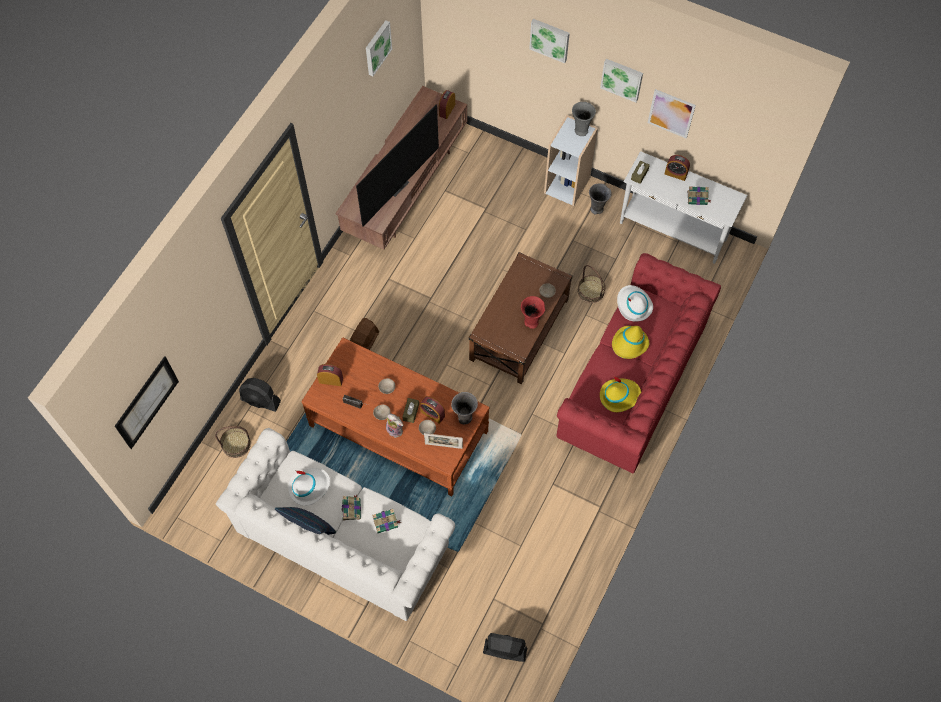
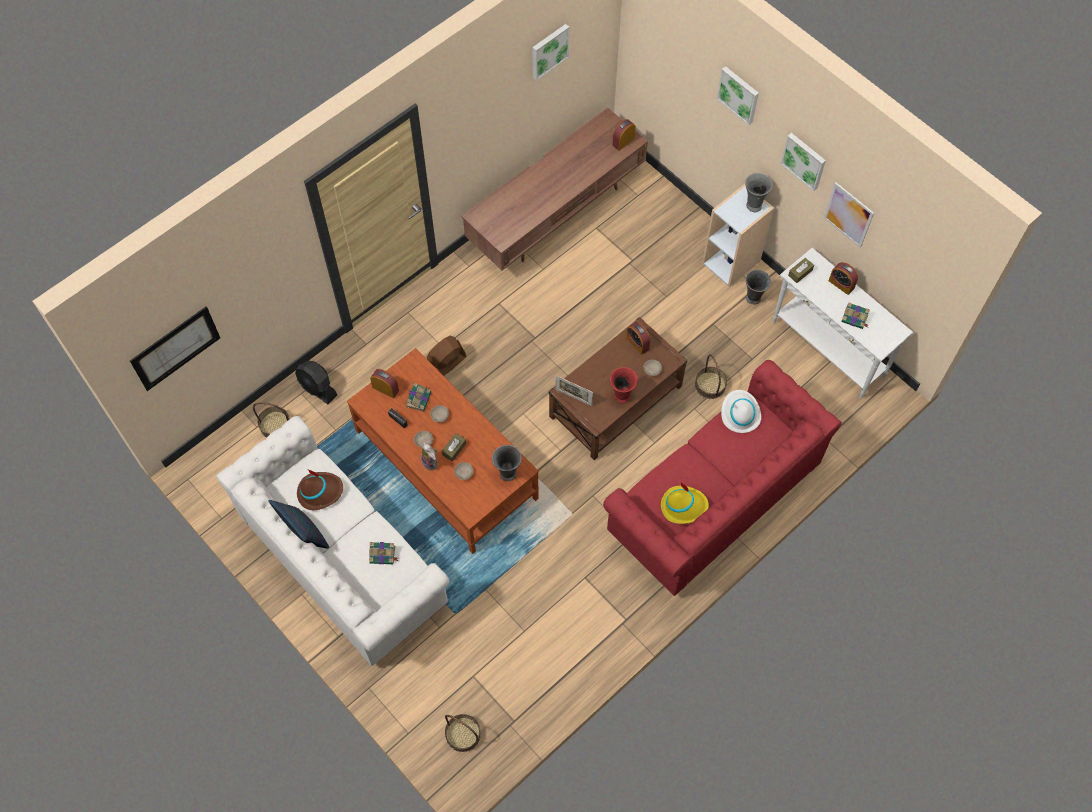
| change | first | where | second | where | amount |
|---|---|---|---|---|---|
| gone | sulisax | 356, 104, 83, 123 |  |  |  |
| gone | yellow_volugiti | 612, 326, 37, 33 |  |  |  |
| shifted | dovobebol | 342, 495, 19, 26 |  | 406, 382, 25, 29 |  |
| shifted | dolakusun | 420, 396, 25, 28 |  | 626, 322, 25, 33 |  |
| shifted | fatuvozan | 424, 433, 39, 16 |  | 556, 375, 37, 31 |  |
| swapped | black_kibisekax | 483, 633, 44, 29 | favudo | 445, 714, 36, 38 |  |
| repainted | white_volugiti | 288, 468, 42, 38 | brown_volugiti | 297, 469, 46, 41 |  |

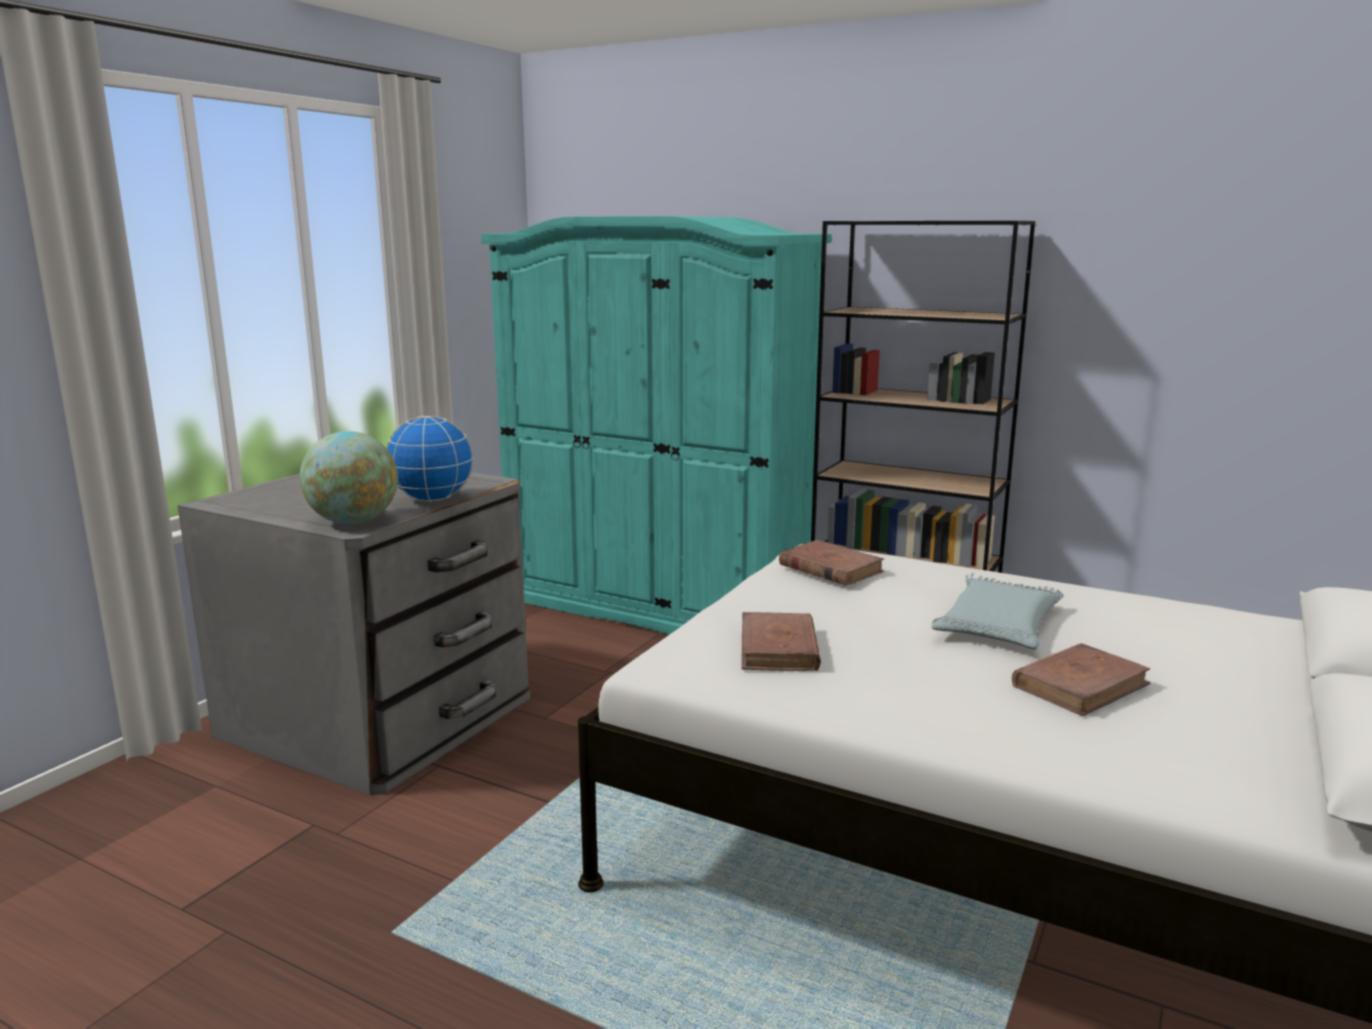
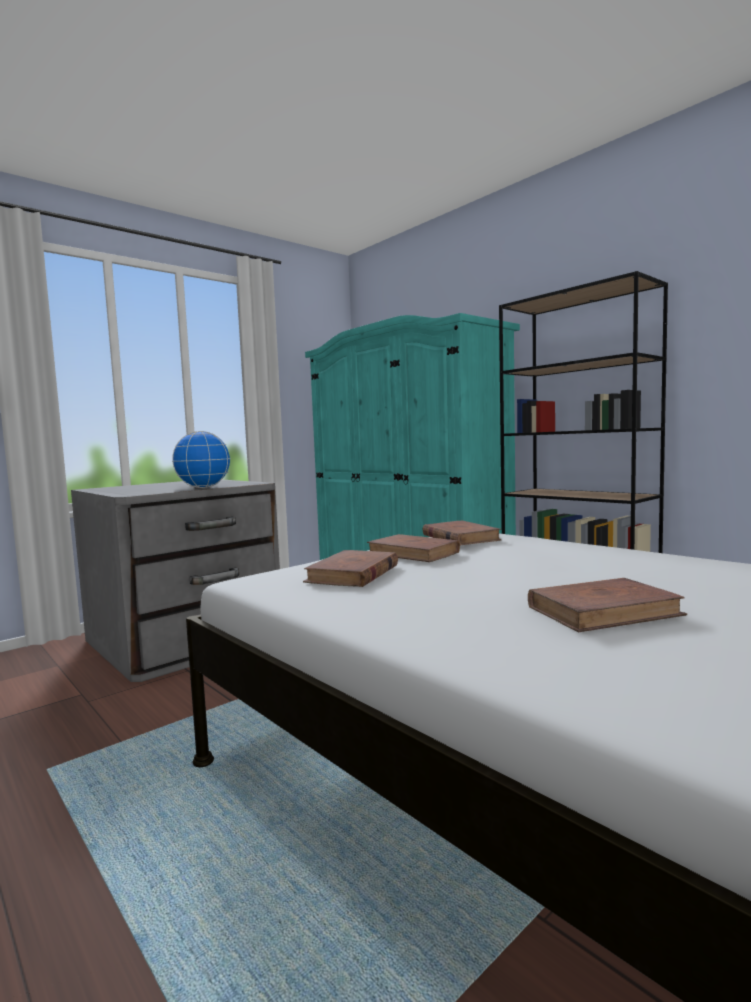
| change | first | where | second | where | amount |
|---|---|---|---|---|---|
| gone | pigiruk | 300, 431, 98, 93 |  |  |  |
| gone | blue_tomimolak | 931, 573, 133, 77 |  |  |  |
| new |  |  | brown_dovobebol | 367, 534, 93, 28 |  |

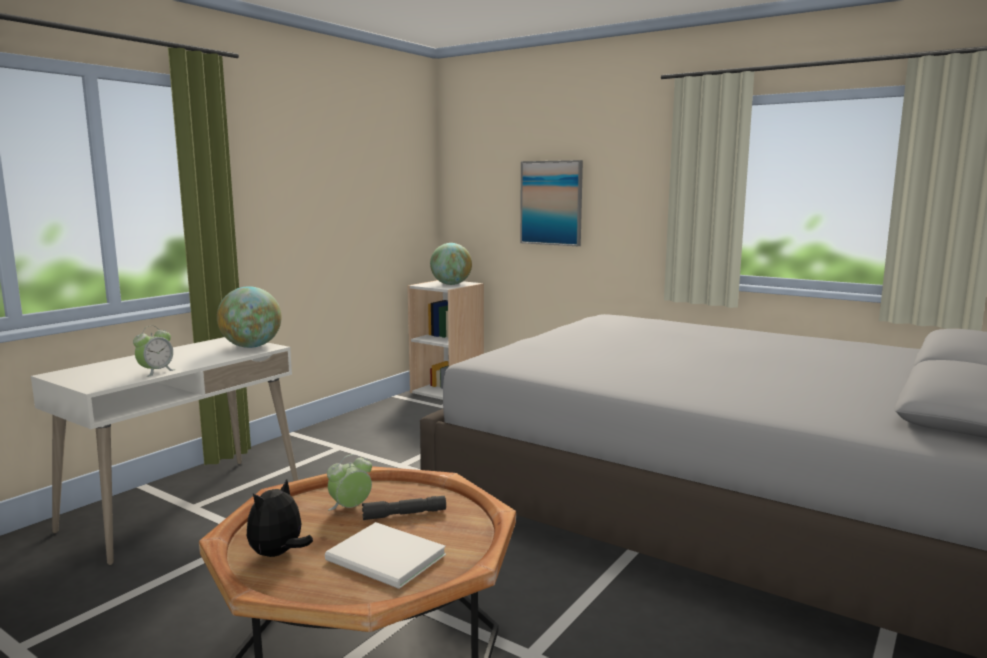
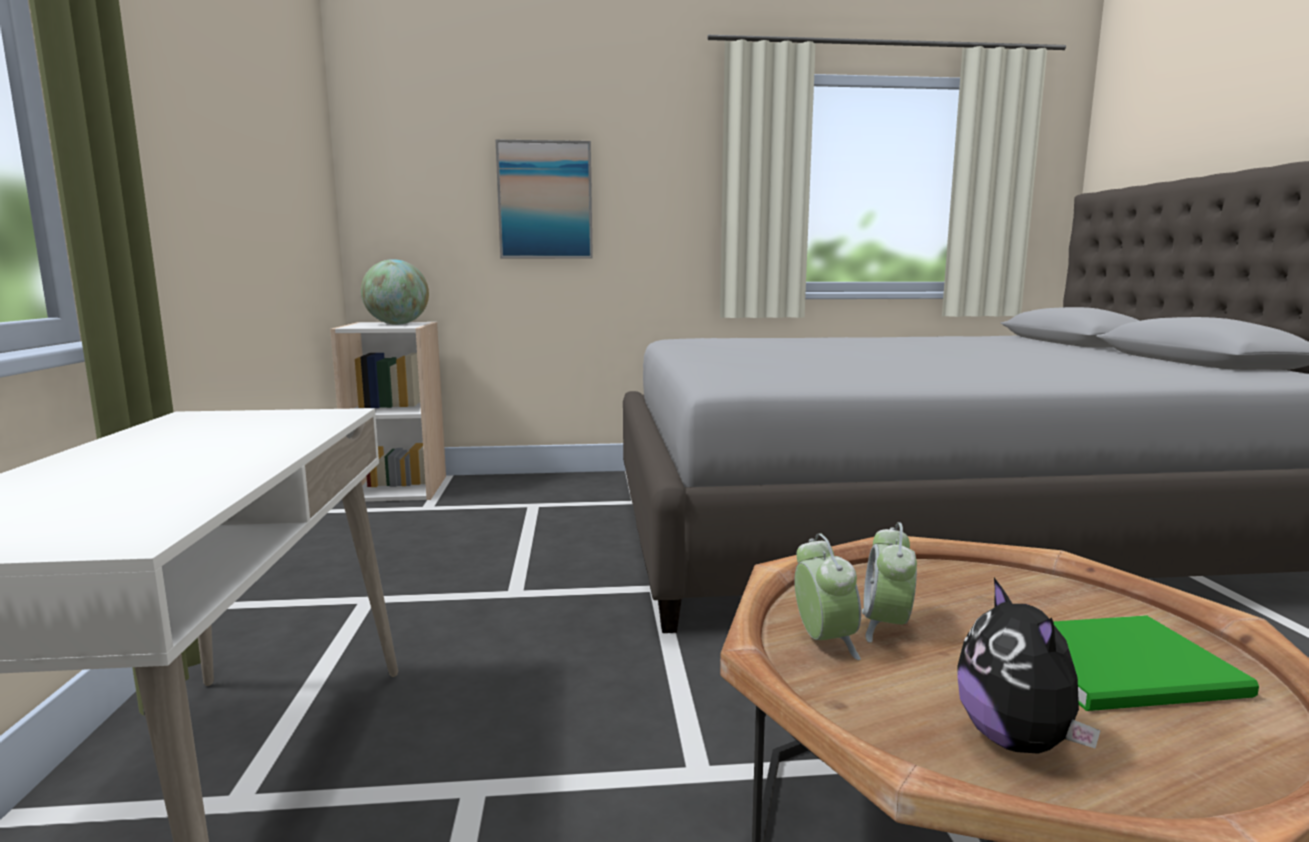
| change | first | where | second | where | amount |
|---|---|---|---|---|---|
| gone | pigiruk | 217, 286, 65, 62 |  |  |  |
| gone | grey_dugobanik | 362, 496, 84, 24 |  |  |  |
| shifted | dolakusun | 133, 326, 43, 51 |  | 794, 533, 67, 127 |  |
| repainted | white_dovobebol | 325, 522, 121, 67 | green_dovobebol | 1053, 615, 206, 96 |  |

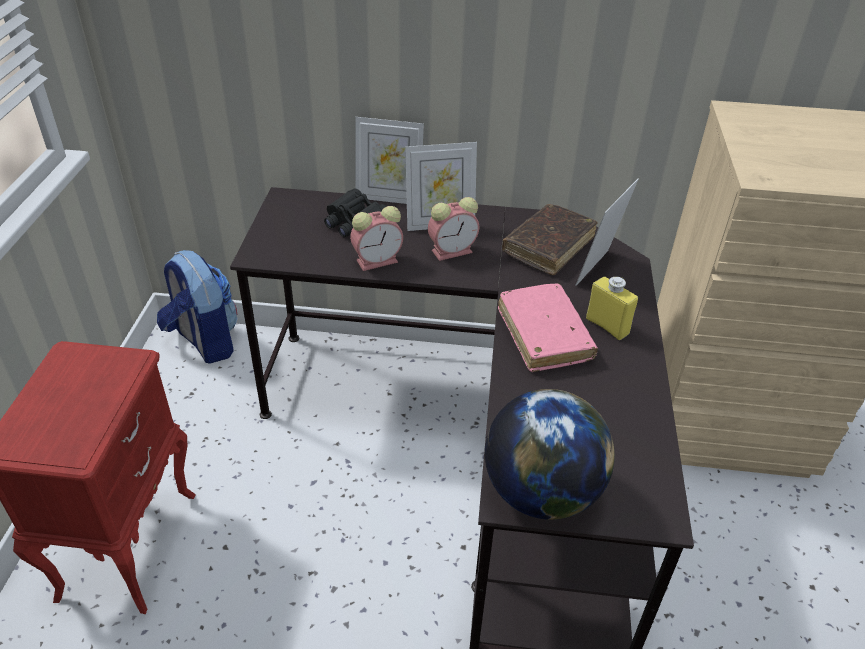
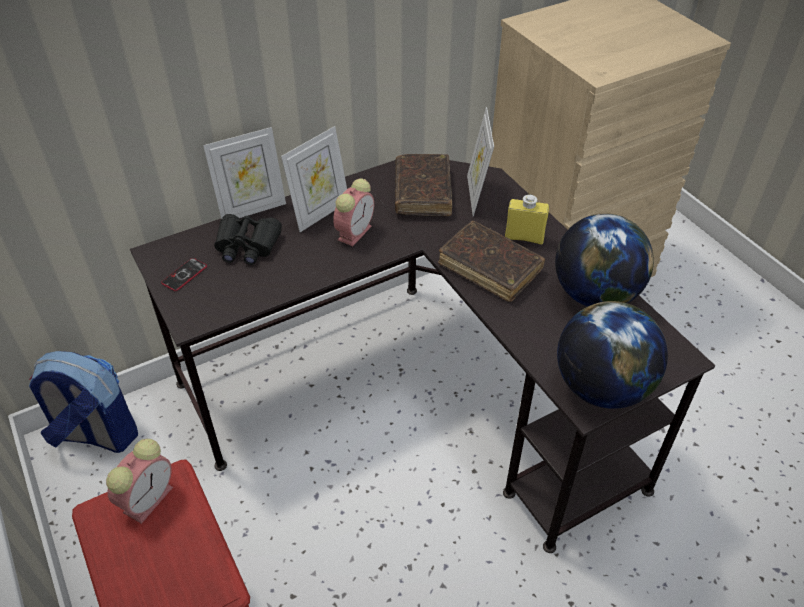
| change | first | where | second | where | amount |
|---|---|---|---|---|---|
| new |  |  | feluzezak | 161, 258, 46, 33 |  |
| new |  |  | pigiruk | 555, 213, 99, 94 |  |
| shifted | dolakusun | 350, 206, 53, 65 |  | 106, 439, 67, 85 |  |
| repainted | pink_dovobebol | 498, 283, 100, 89 | brown_dovobebol | 438, 221, 107, 81 |  |

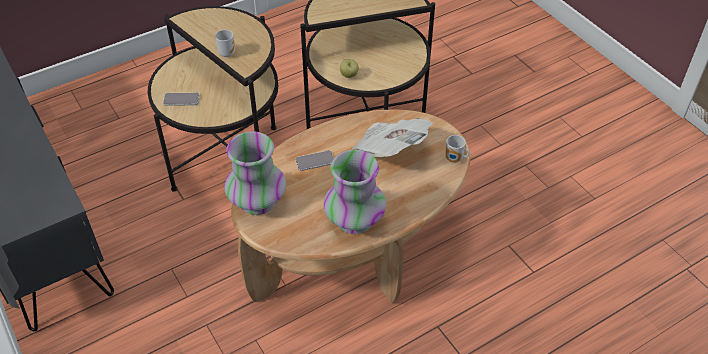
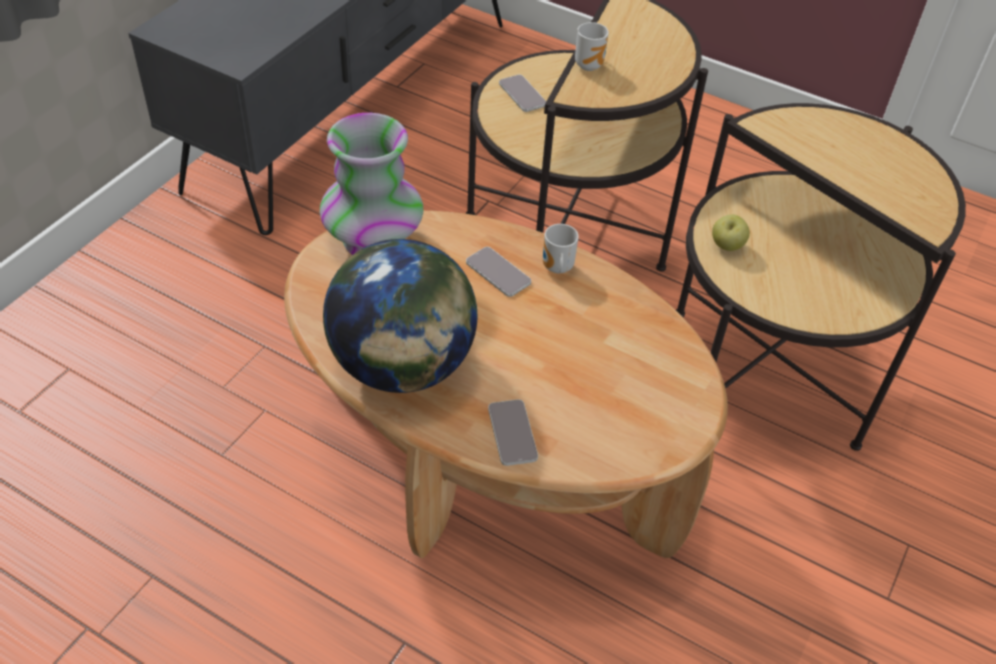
| change | first | where | second | where | amount |
|---|---|---|---|---|---|
| gone | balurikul | 352, 118, 81, 39 |  |  |  |
| new |  |  | feluzezak | 488, 399, 50, 67 |  |
| shifted | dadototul | 445, 135, 24, 28 |  | 543, 224, 36, 49 |  |
| swapped | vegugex | 323, 150, 63, 84 | pigiruk | 323, 239, 154, 154 |  |

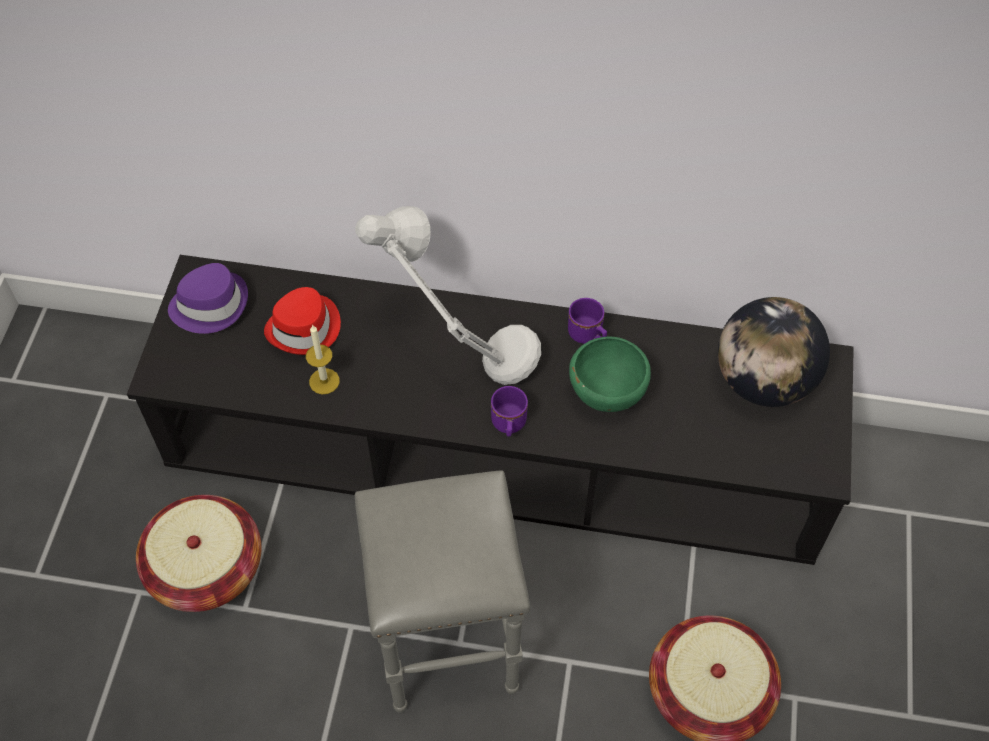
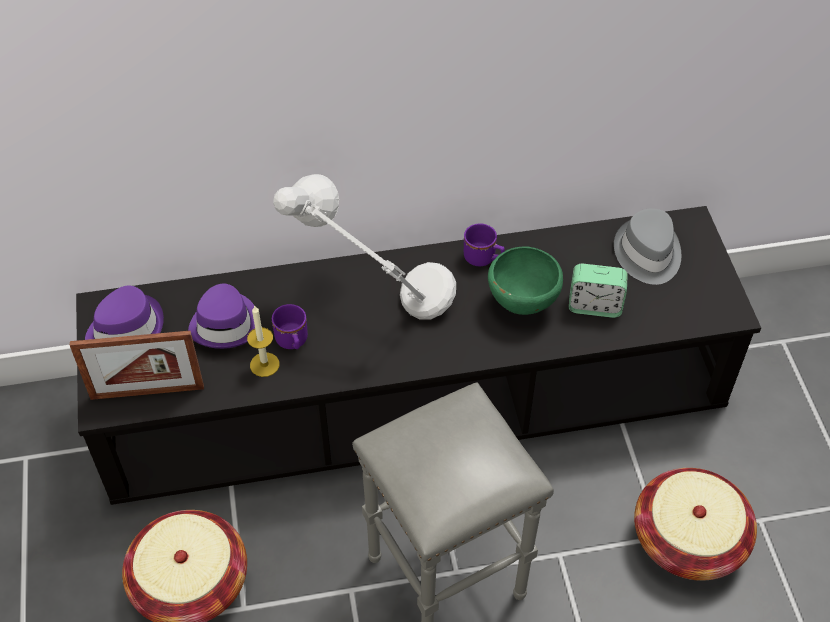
| change | first | where | second | where | amount |
|---|---|---|---|---|---|
| new |  |  | fatuvozan | 70, 331, 134, 69 |  |
| new |  |  | dolakusun | 569, 264, 59, 54 |  |
| shifted | purple_dadototul | 491, 386, 37, 50 |  | 272, 304, 36, 45 |  |
| swapped | pigiruk | 718, 297, 112, 110 | grey_volugiti | 614, 209, 67, 76 |  |
| repainted | red_volugiti | 264, 287, 77, 68 | purple_volugiti | 188, 284, 67, 65 |  |

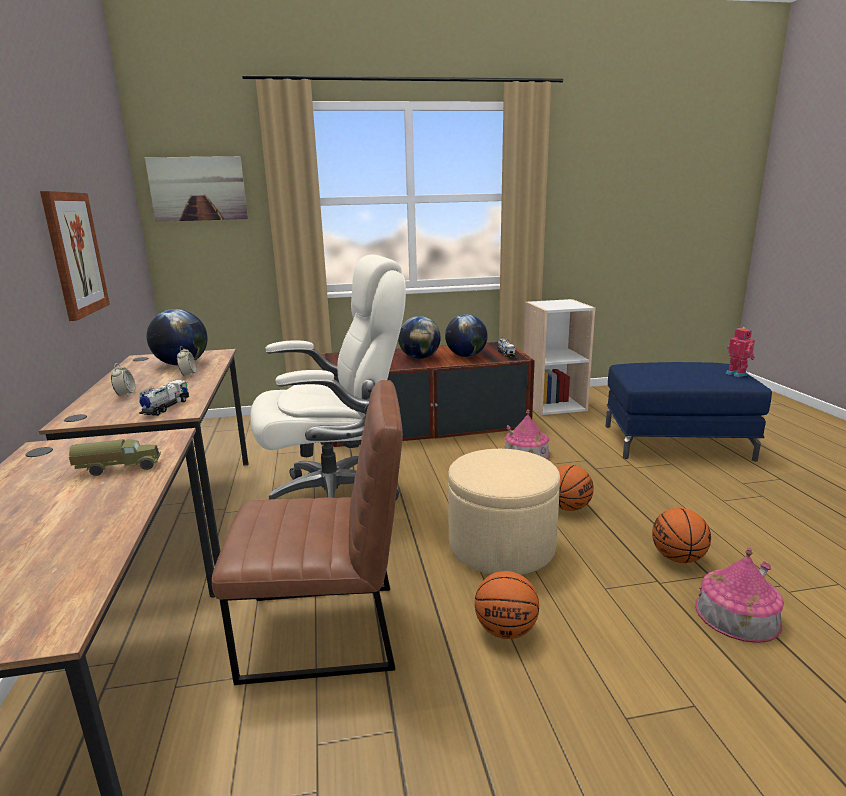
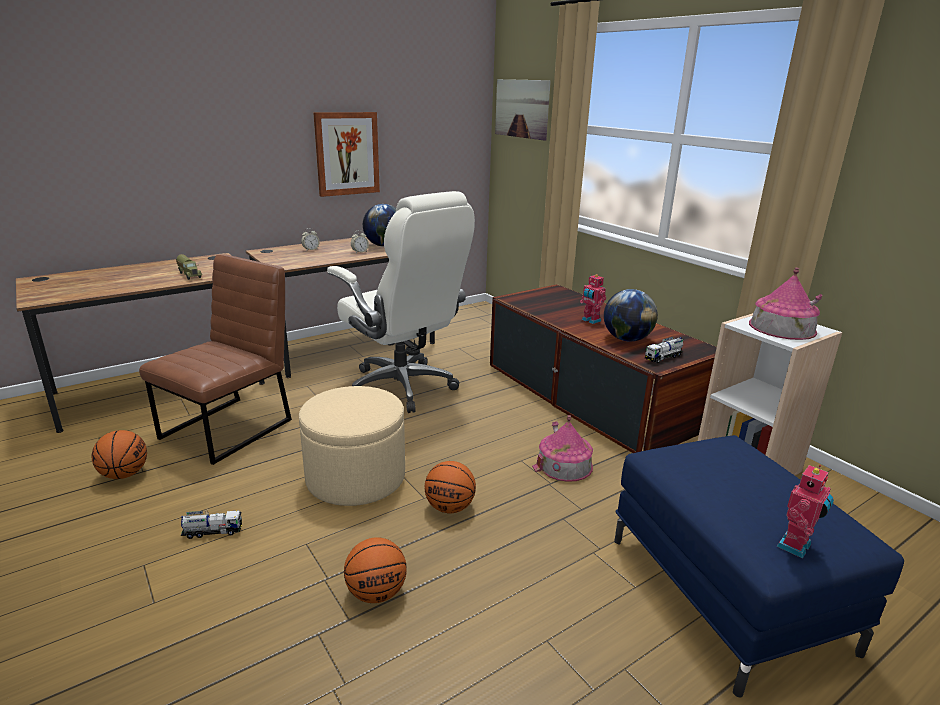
| change | first | where | second | where | amount |
|---|---|---|---|---|---|
| shifted | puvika | 139, 380, 50, 36 |  | 181, 510, 61, 29 |  |
| shifted | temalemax | 475, 571, 64, 68 |  | 92, 430, 55, 49 |  |
| shifted | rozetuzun | 695, 548, 89, 95 |  | 749, 268, 73, 72 |  |
| swapped | pigiruk | 398, 316, 43, 43 | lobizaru | 580, 274, 26, 50 |  |
| rotated | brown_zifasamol | 212, 380, 191, 305 |  | 139, 254, 153, 211 | 120 degrees counterclockwise |

